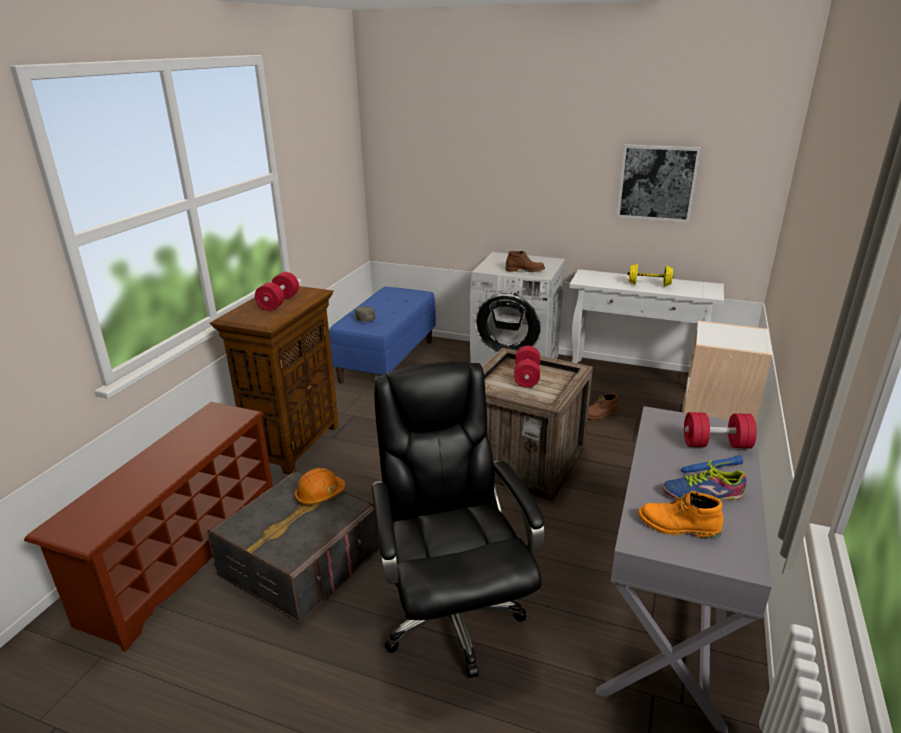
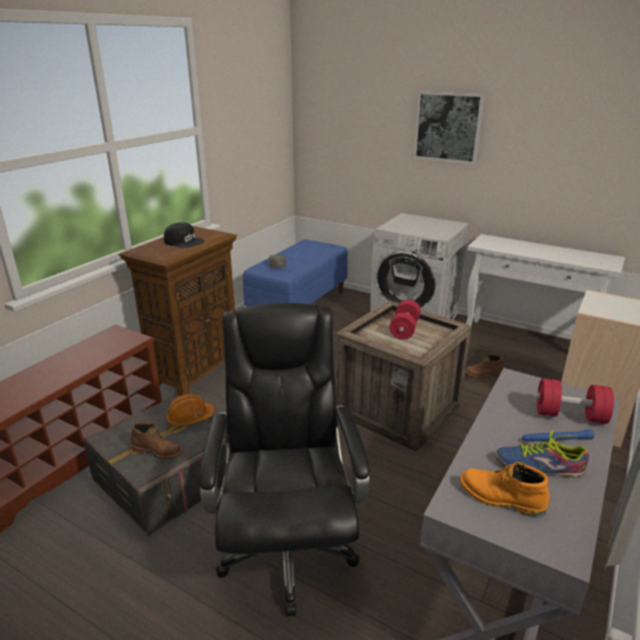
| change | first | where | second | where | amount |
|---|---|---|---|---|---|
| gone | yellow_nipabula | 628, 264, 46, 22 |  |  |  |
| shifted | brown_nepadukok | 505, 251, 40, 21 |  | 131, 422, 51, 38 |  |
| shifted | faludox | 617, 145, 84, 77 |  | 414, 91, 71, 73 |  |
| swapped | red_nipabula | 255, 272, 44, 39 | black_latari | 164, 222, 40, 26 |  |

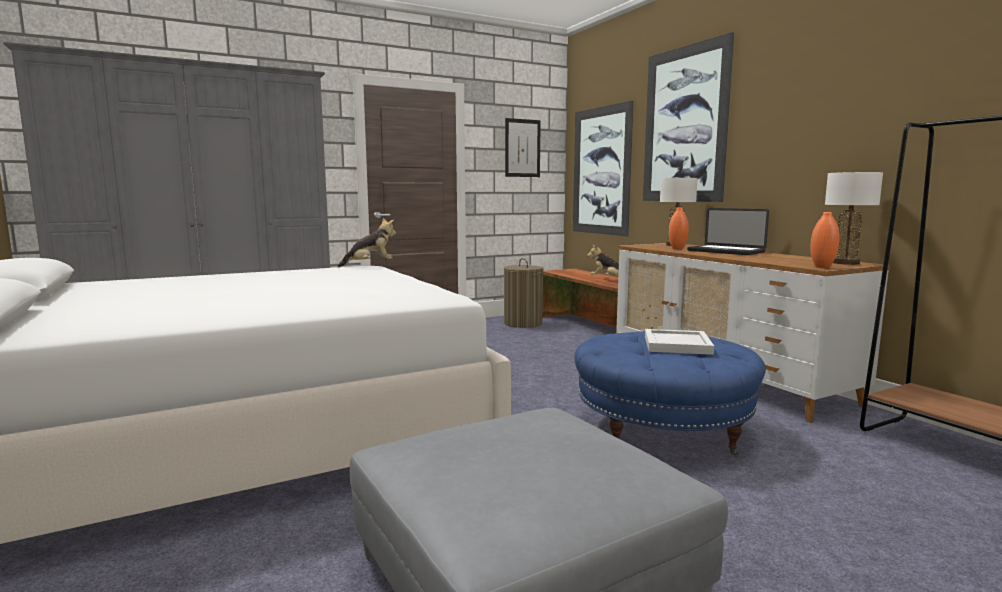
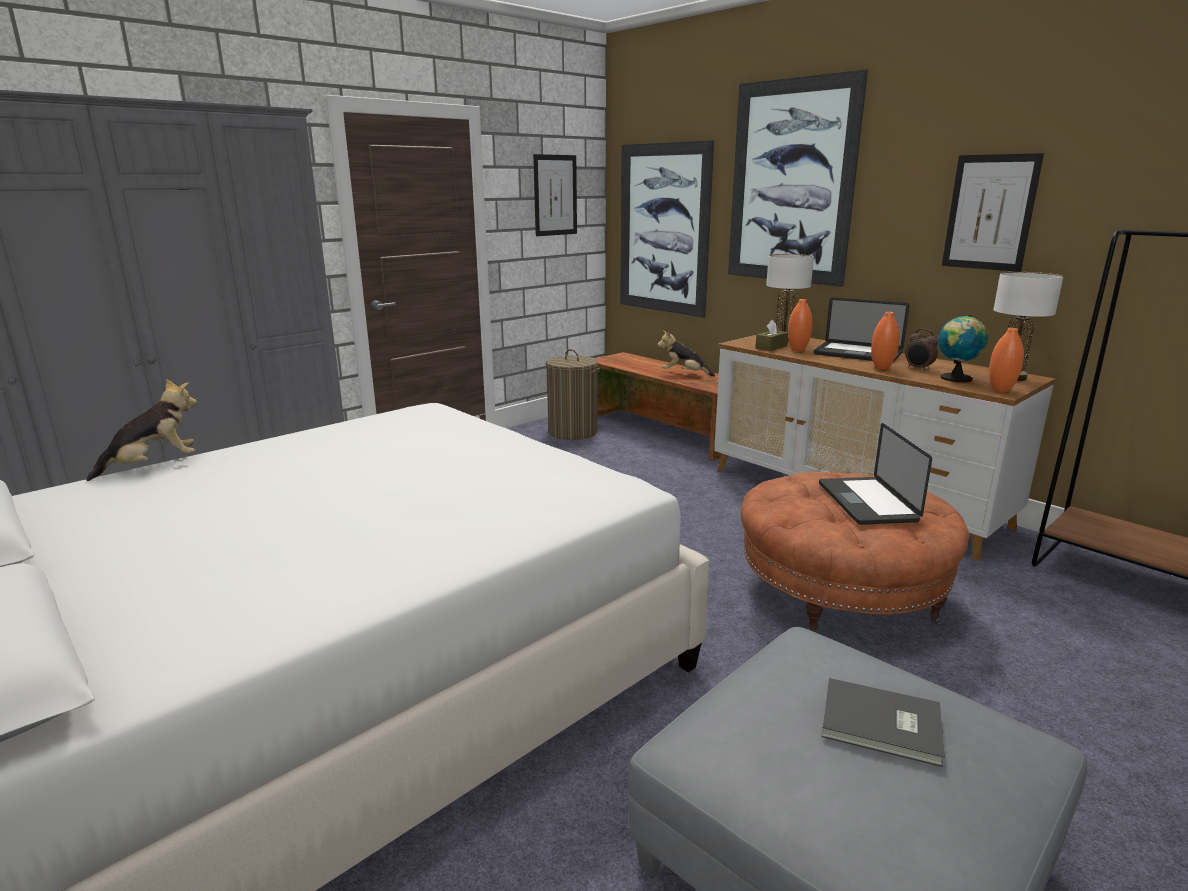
| change | first | where | second | where | amount |
|---|---|---|---|---|---|
| new |  |  | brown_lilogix | 755, 320, 33, 31 |  |
| new |  |  | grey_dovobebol | 821, 678, 124, 89 |  |
| new |  |  | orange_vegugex | 871, 312, 29, 58 |  |
| new |  |  | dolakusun | 905, 329, 33, 42 |  |
| new |  |  | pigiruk | 938, 315, 50, 67 |  |
| new |  |  | faludox | 942, 153, 102, 119 |  |
| shifted | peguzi | 338, 218, 58, 49 |  | 87, 379, 110, 102 |  |
| swapped | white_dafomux | 645, 329, 69, 26 | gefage | 819, 423, 113, 102 |  |
| repainted | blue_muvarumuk | 574, 331, 192, 125 | brown_muvarumuk | 741, 472, 228, 160 |  |

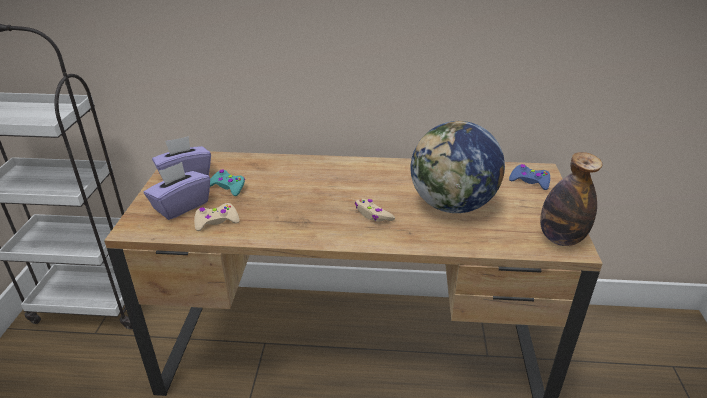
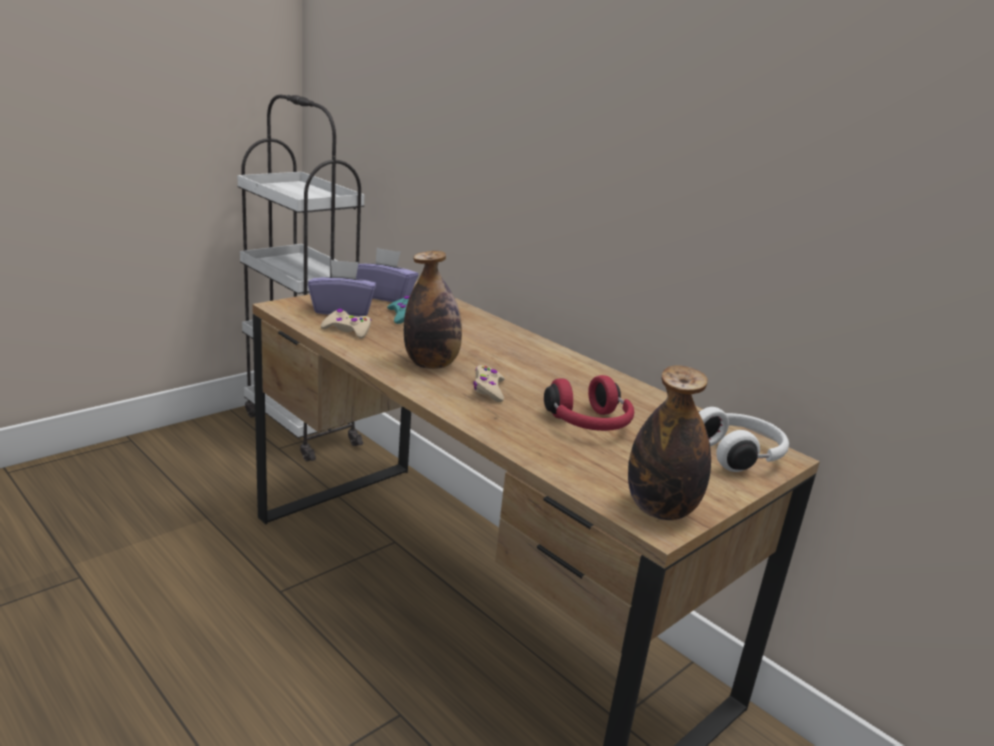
| change | first | where | second | where | amount |
|---|---|---|---|---|---|
| new |  |  | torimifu | 404, 251, 58, 118 |  |
| swapped | pigiruk | 411, 121, 94, 92 | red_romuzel | 544, 375, 90, 56 |  |
| swapped | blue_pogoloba | 509, 164, 41, 26 | white_romuzel | 699, 407, 90, 65 |  |

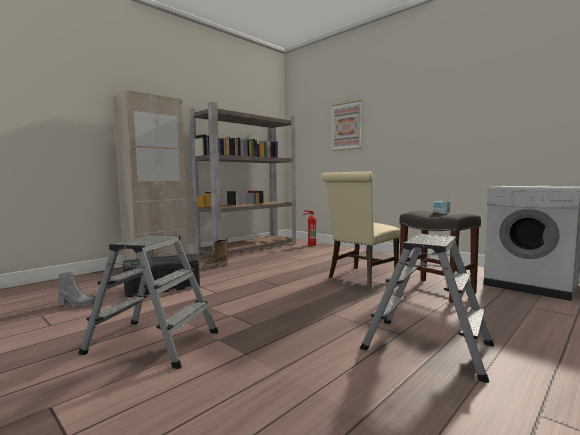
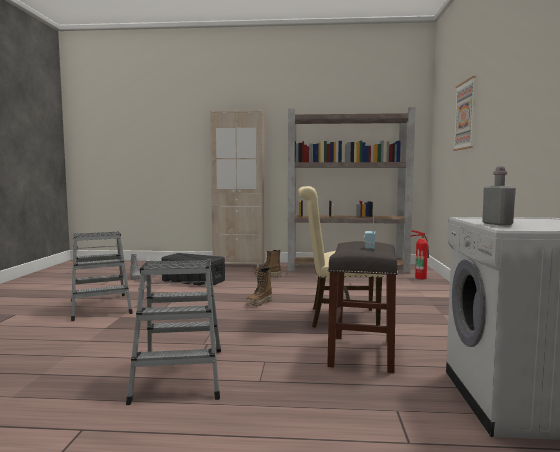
| change | first | where | second | where | amount |
|---|---|---|---|---|---|
| new |  |  | nepadukok | 246, 266, 26, 40 |  |
| new |  |  | grey_torimifu | 482, 166, 34, 60 |  |

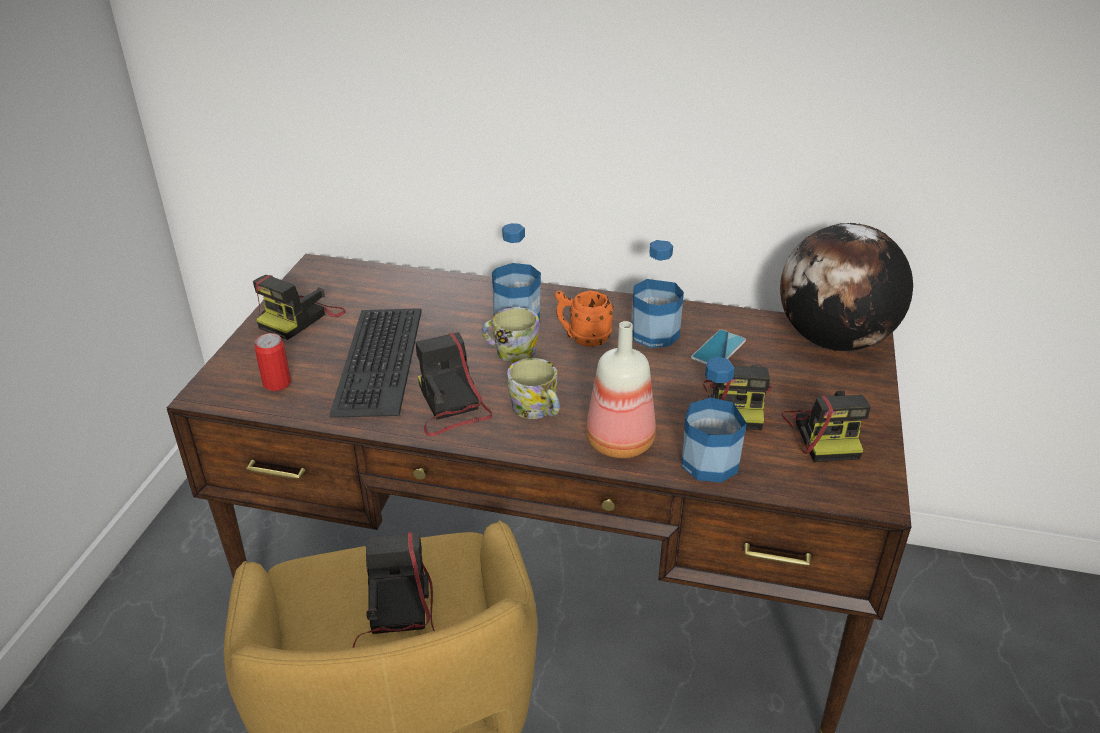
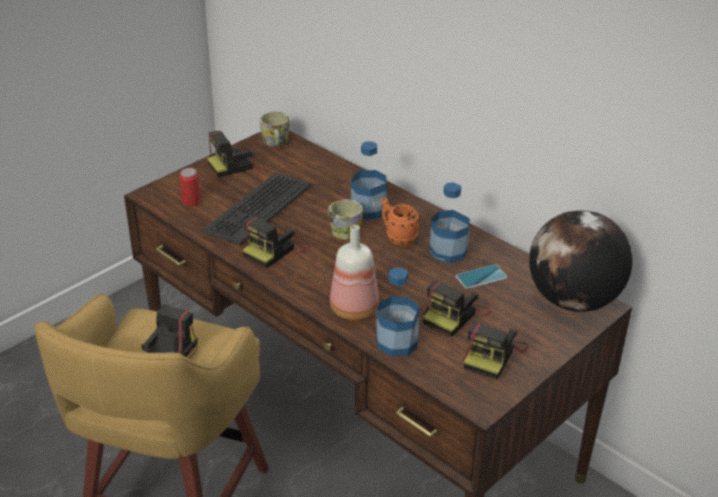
| change | first | where | second | where | amount |
|---|---|---|---|---|---|
| shifted | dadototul | 507, 358, 53, 61 |  | 260, 112, 29, 34 |  |
| rotated | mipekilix | 416, 332, 76, 104 |  | 243, 216, 67, 52 | 150 degrees counterclockwise |

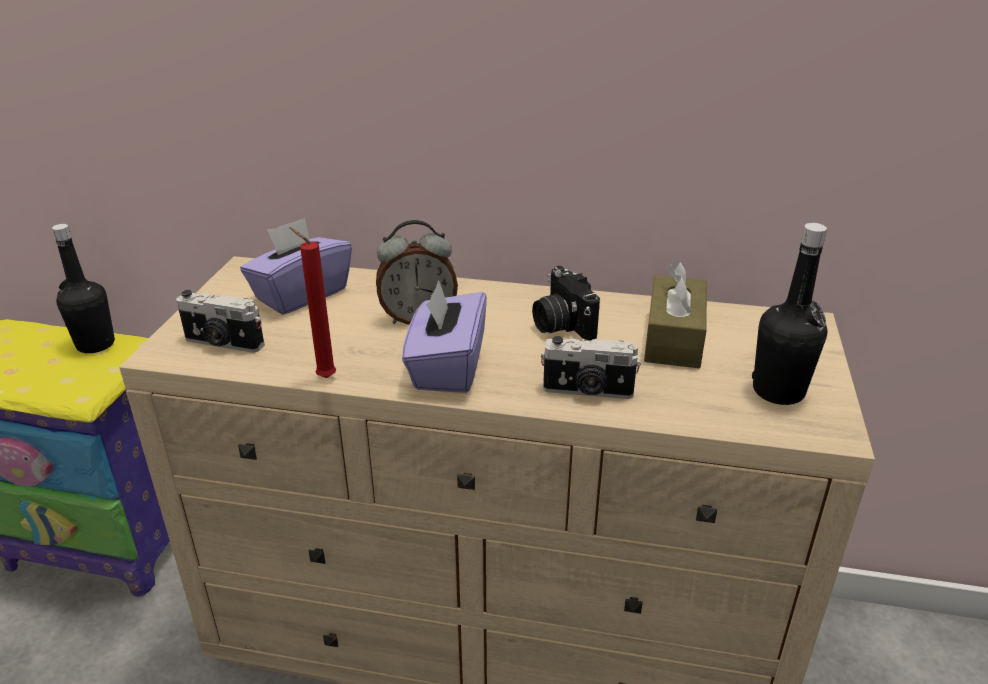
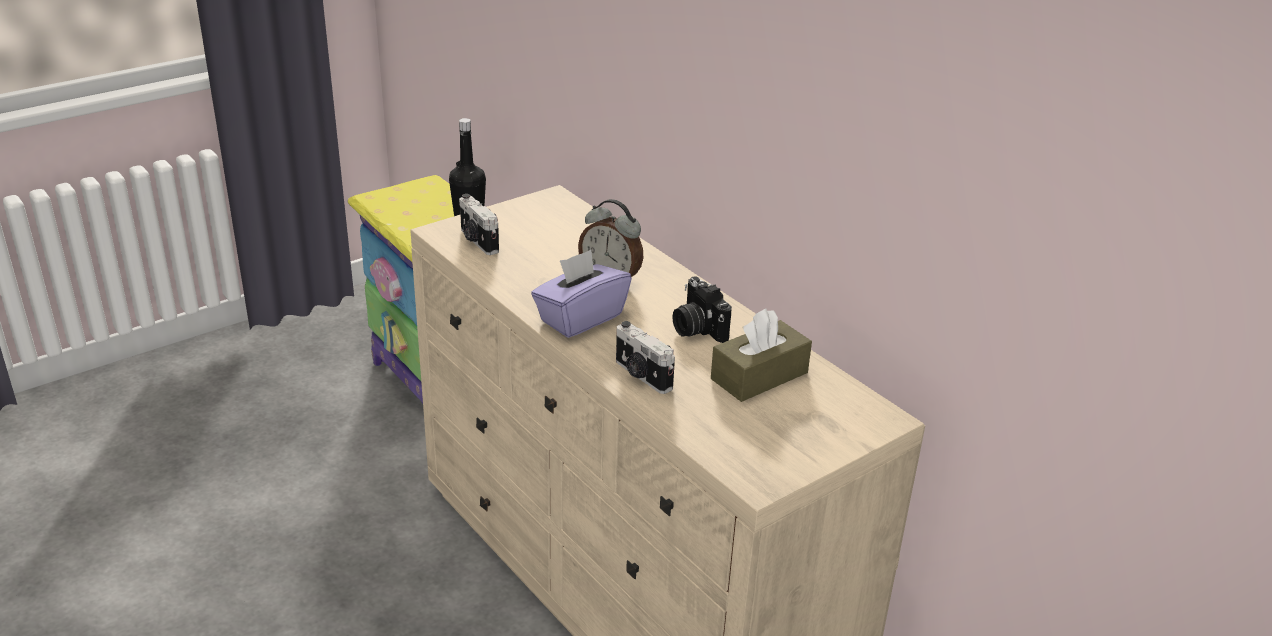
| change | first | where | second | where | amount |
|---|---|---|---|---|---|
| gone | purple_lilogix | 240, 218, 112, 97 |  |  |  |
| gone | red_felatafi | 289, 227, 47, 151 |  |  |  |
| gone | black_torimifu | 752, 223, 75, 182 |  |  |  |
| rotated | mipekilix | 532, 266, 68, 74 |  | 672, 276, 60, 67 | 45 degrees counterclockwise |

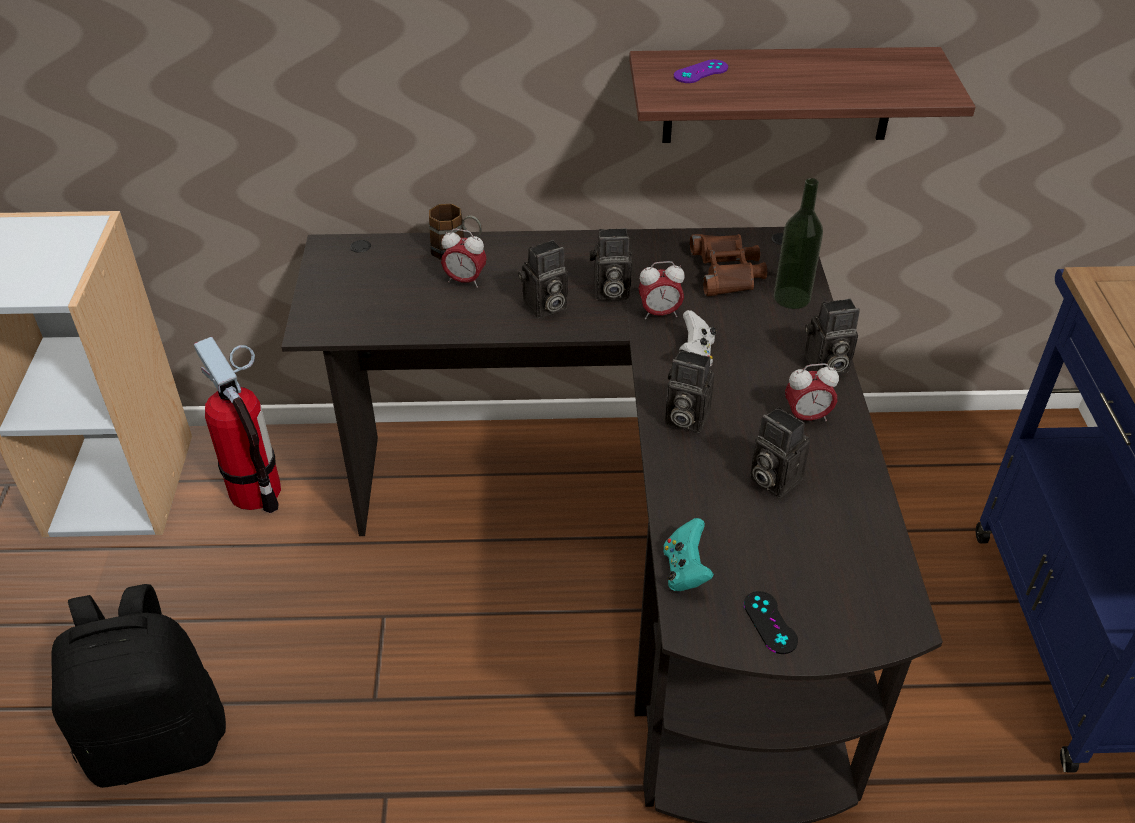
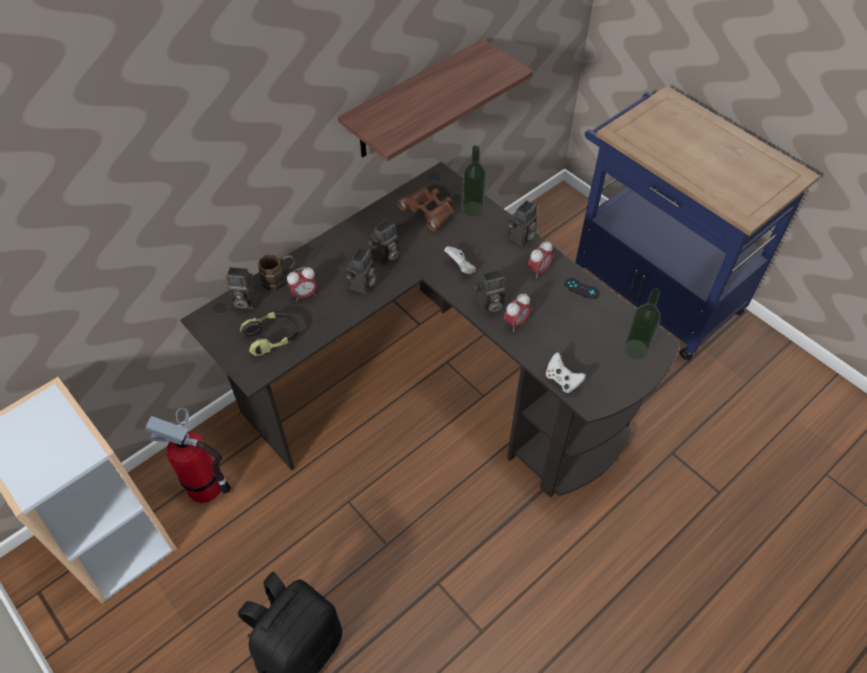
| change | first | where | second | where | amount |
|---|---|---|---|---|---|
| gone | purple_pogoloba | 674, 60, 54, 23 |  |  |  |
| new |  |  | romuzel | 240, 312, 58, 44 |  |
| new |  |  | torimifu | 624, 289, 37, 70 |  |
| shifted | dolakusun | 638, 261, 47, 58 |  | 504, 294, 27, 38 |  |
| shifted | black_pogoloba | 744, 591, 54, 63 |  | 564, 278, 36, 21 |  |
| shifted | mipekilix | 750, 407, 60, 91 |  | 225, 267, 34, 42 |  |
| repainted | turquoise_pogoloba | 664, 518, 50, 73 | white_pogoloba | 545, 352, 41, 41 |  |

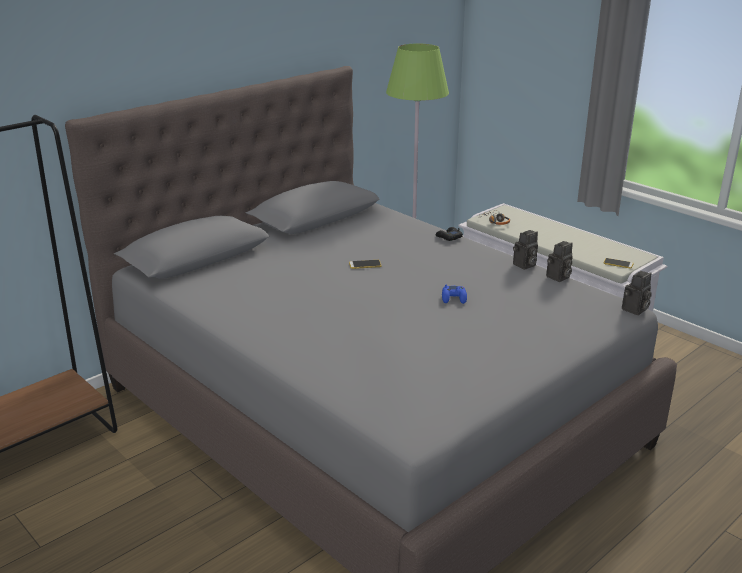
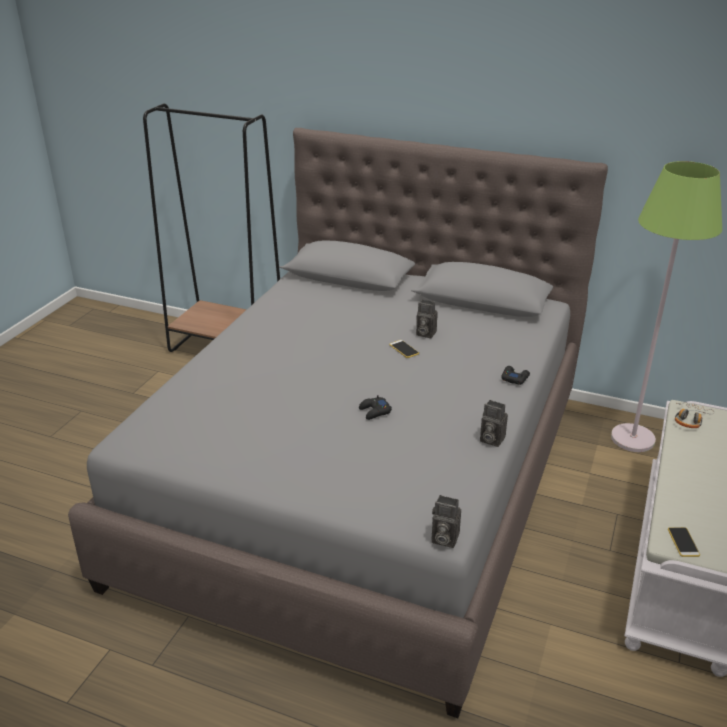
| change | first | where | second | where | amount |
|---|---|---|---|---|---|
| shifted | mipekilix | 546, 241, 27, 41 |  | 416, 300, 22, 38 |  |
| repainted | blue_pogoloba | 442, 285, 25, 19 | black_pogoloba | 359, 395, 33, 25 |  |

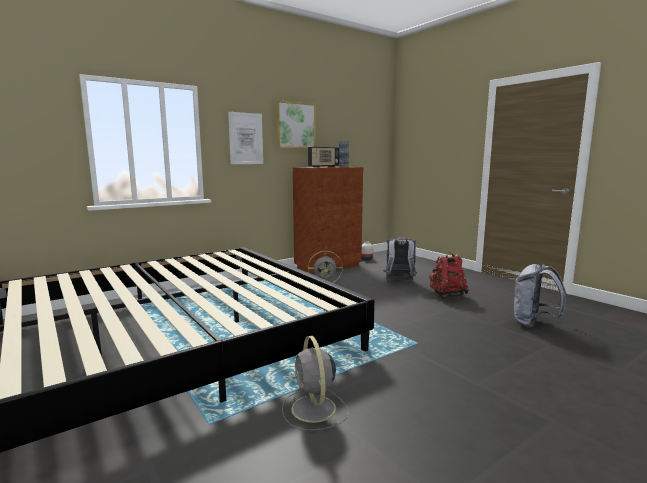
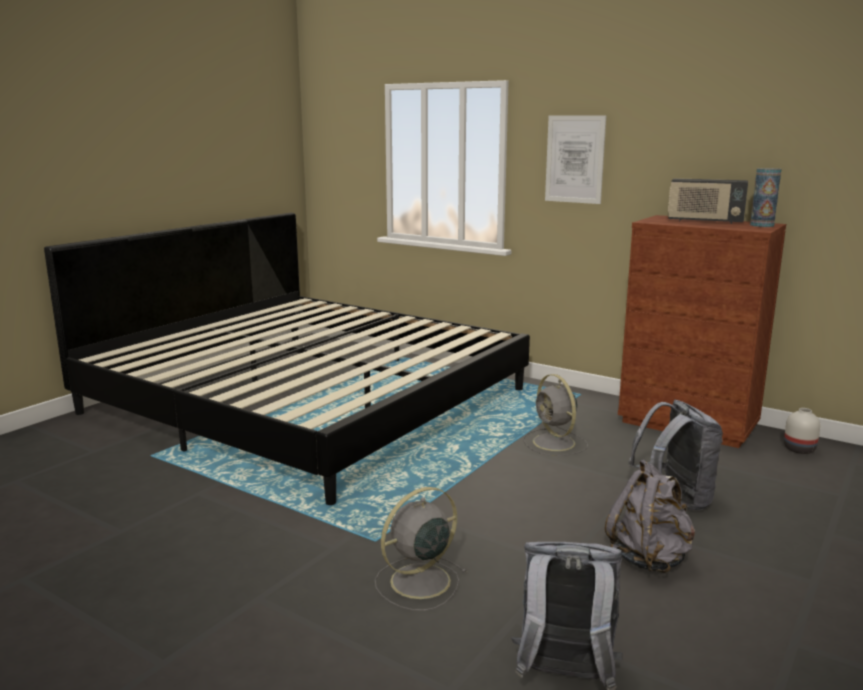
| change | first | where | second | where | amount |
|---|---|---|---|---|---|
| gone | faludox | 276, 100, 40, 48 |  |  |  |
| shifted | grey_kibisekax | 282, 336, 67, 95 |  | 375, 487, 92, 124 |  |
| repainted | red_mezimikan | 429, 252, 40, 46 | grey_mezimikan | 605, 459, 90, 114 |  |

